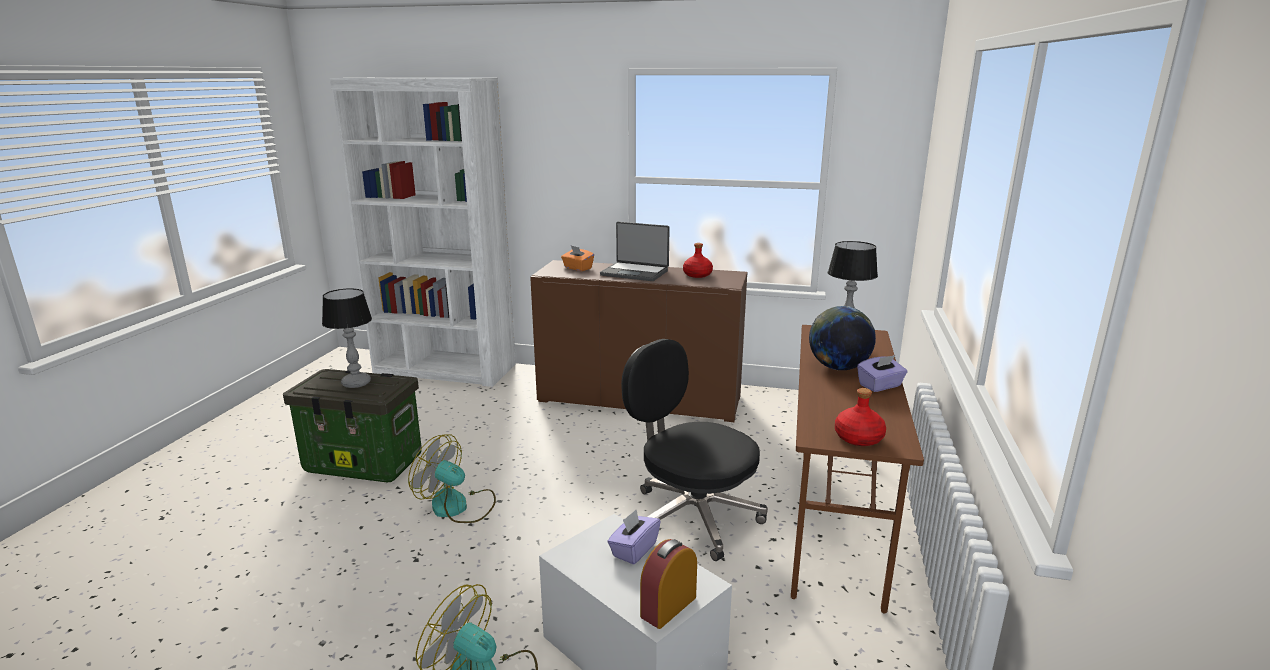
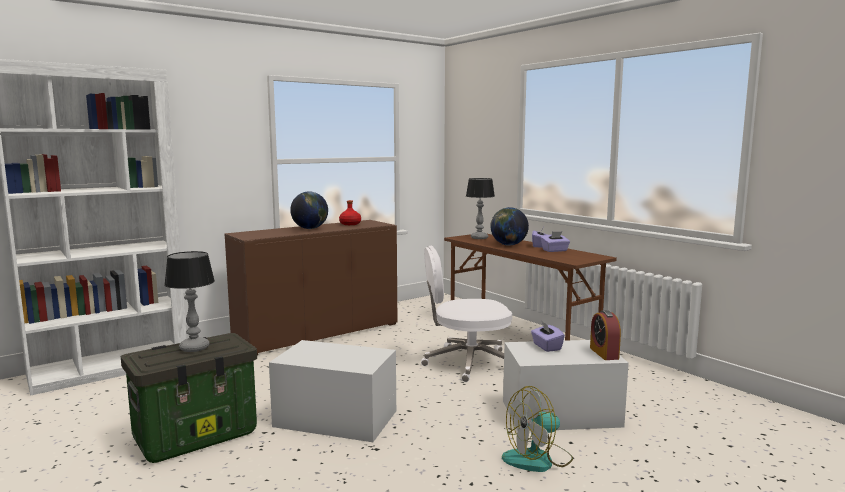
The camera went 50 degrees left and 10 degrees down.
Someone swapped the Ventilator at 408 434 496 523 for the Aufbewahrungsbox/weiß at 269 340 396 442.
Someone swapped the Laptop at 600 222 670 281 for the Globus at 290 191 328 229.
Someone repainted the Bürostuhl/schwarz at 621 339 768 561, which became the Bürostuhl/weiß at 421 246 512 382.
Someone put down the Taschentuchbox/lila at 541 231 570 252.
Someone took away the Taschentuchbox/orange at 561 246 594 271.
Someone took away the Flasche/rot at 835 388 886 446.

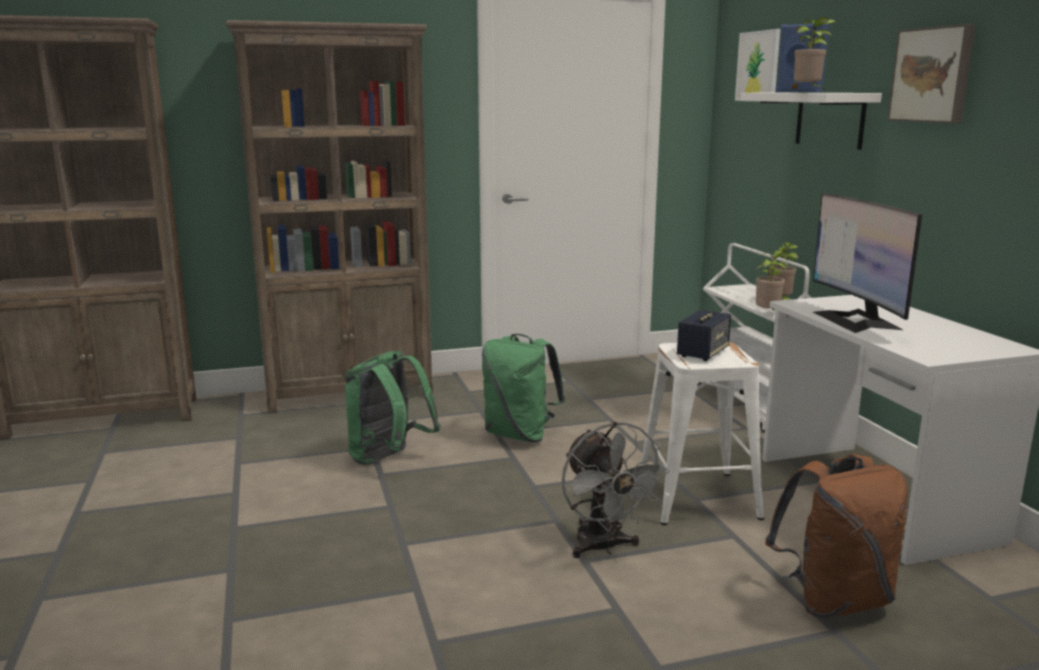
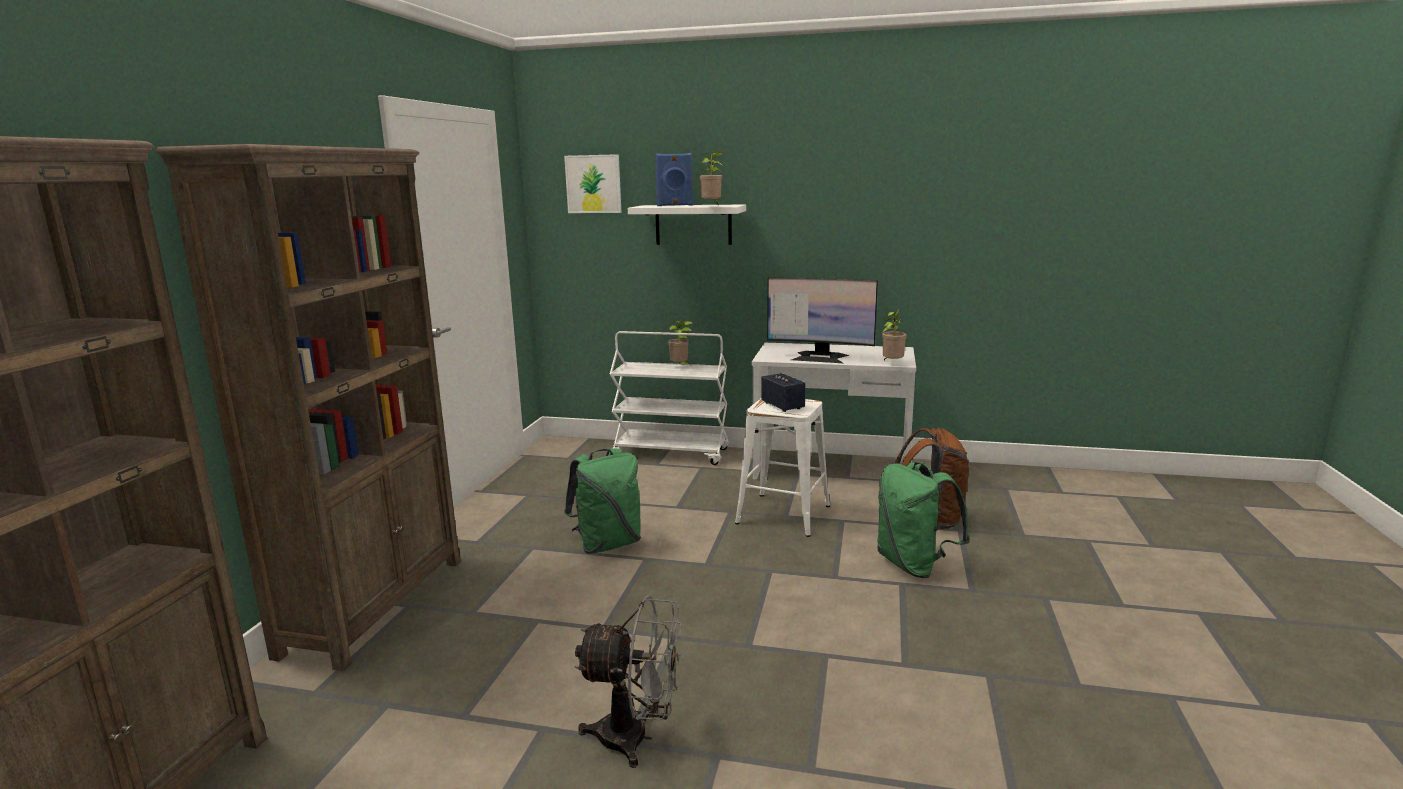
The camera went 60 degrees left and 0 degrees up.
Someone carried the Ventilator/grau from 562 421 669 558 to 574 596 682 768.
Someone carried the Rucksack/grün from 345 351 441 465 to 877 462 970 578.
Someone carried the Topfpflanze from 756 250 789 310 to 882 309 907 361.
Someone took away the Bild at 888 24 976 123.

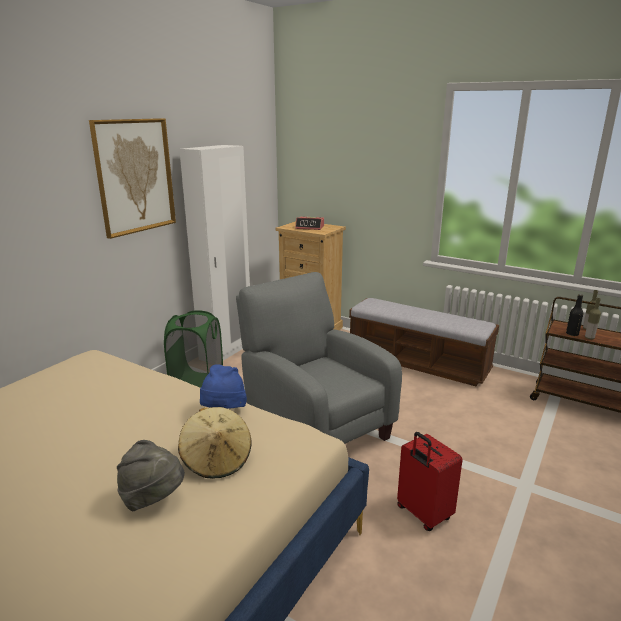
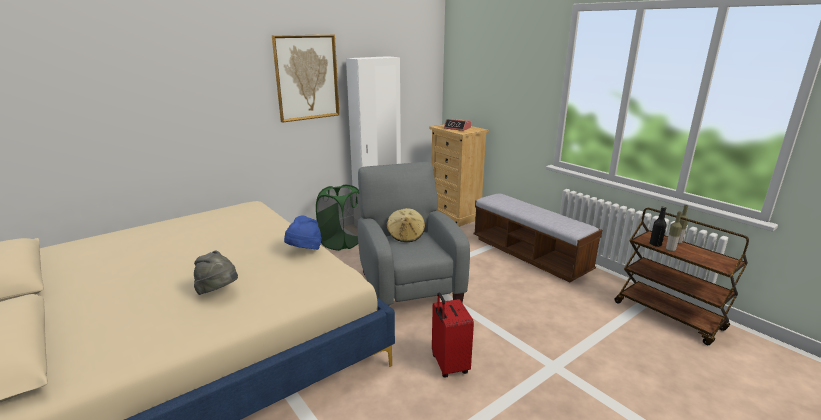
The camera went 20 degrees right and 0 degrees up.
Someone carried the Hut/beige from 178 407 252 479 to 386 208 425 242.

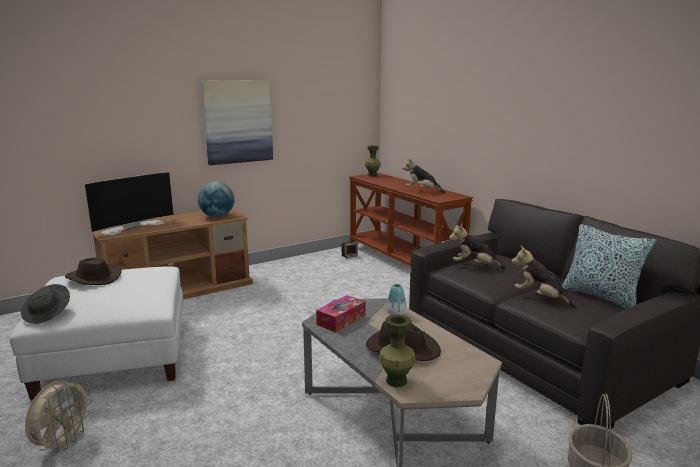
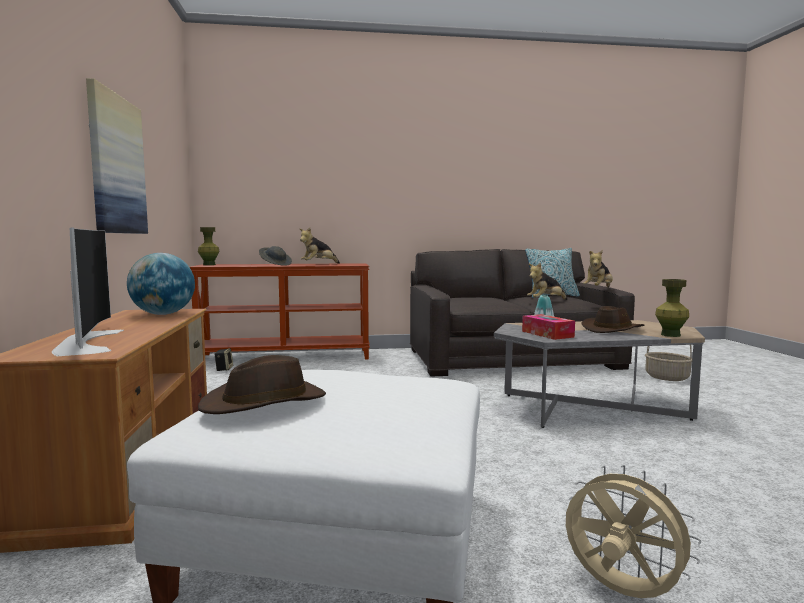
The camera went 65 degrees left and 10 degrees down.
Someone carried the Hut/grau from 21 284 70 324 to 259 246 292 266.
Someone carried the Plüschtier from 449 223 506 269 to 583 250 613 287.

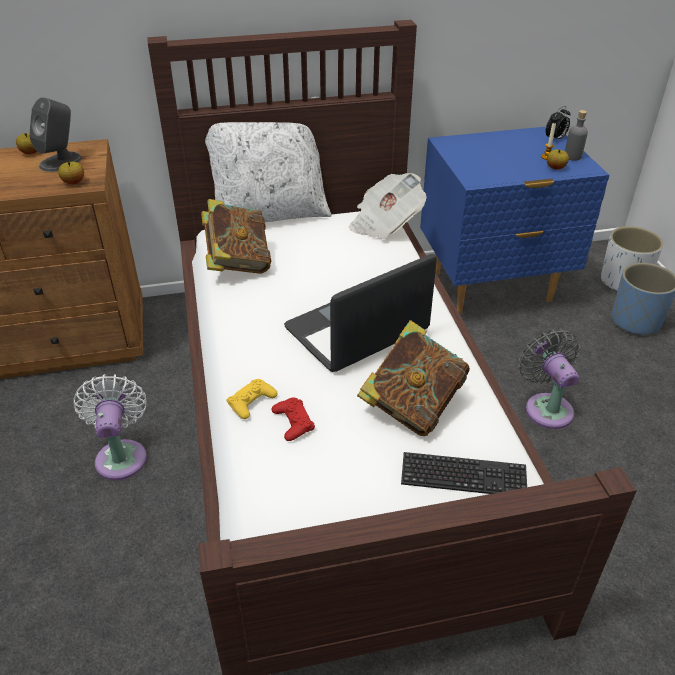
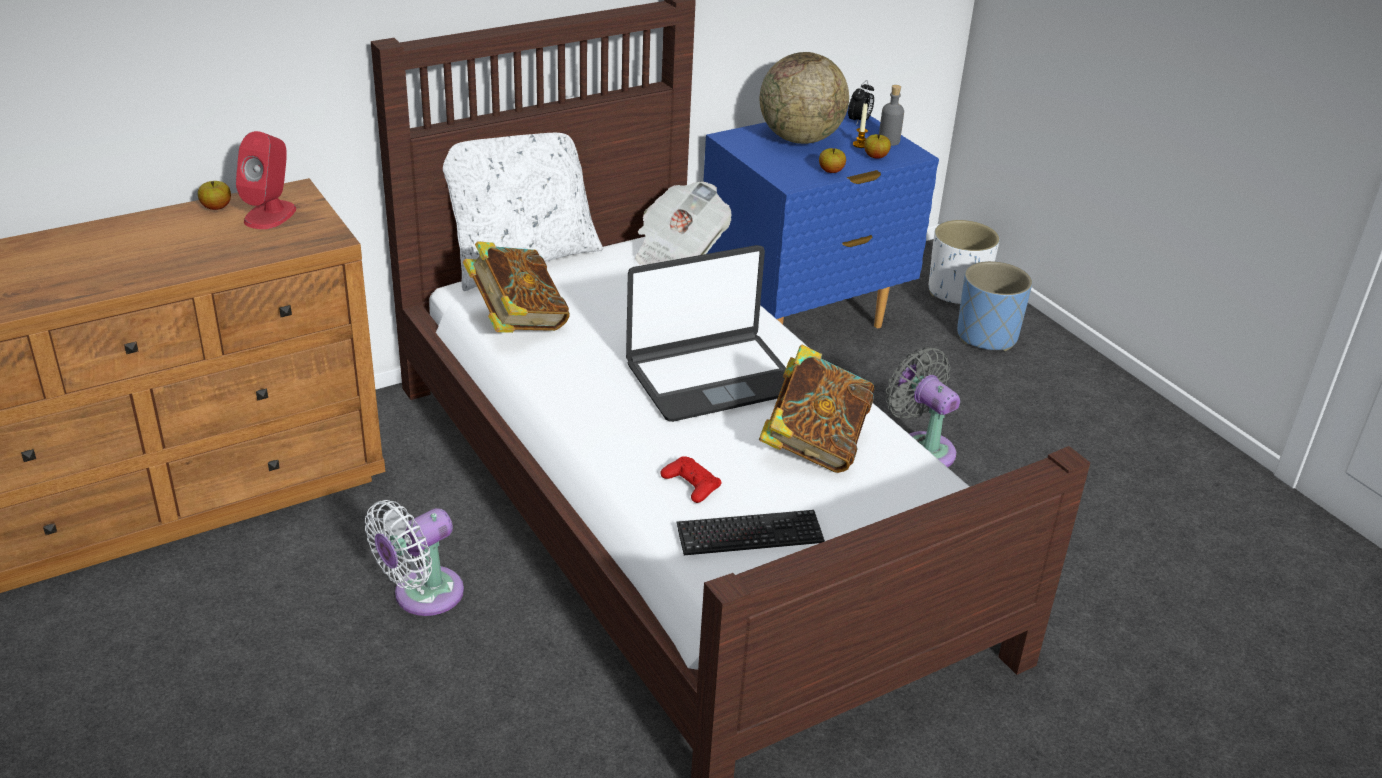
The camera went 20 degrees left and 5 degrees down.
Someone repainted the Lautsprecher/grau at 29 97 82 172, which became the Lautsprecher/rot at 236 131 296 229.
Someone rotated the Ventilator/weiß at 74 374 147 480 by 105 degrees counterclockwise.
Someone rotated the Laptop at 284 254 437 372 by 150 degrees counterclockwise.
Someone carried the Tastatur from 401 452 527 494 to 677 510 825 555.
Someone put down the Globus at 760 52 849 144.
Someone carried the Apfel from 58 162 84 184 to 819 148 846 173.
Someone took away the Gamepad/gelb at 226 379 278 419.

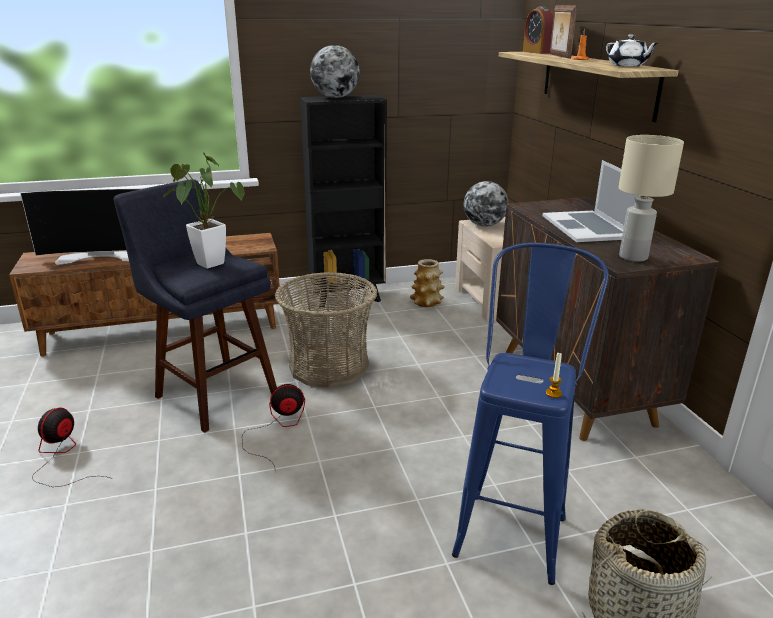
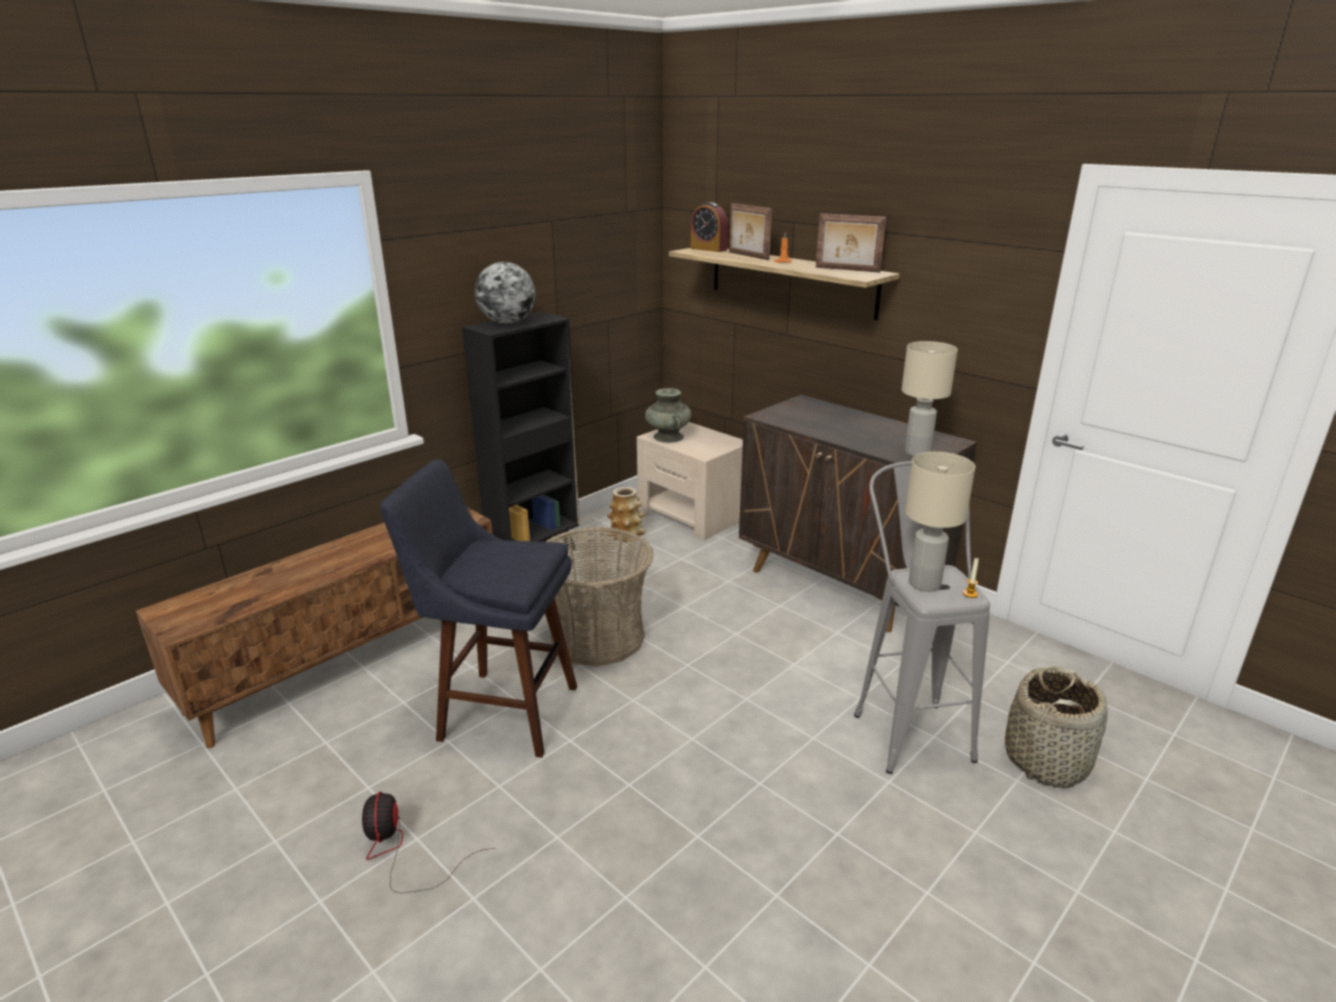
The camera went 30 degrees left and 0 degrees up.
Someone swapped the Globus at 464 181 509 227 for the Vase/türkis at 645 388 691 443.
Someone swapped the Teekanne/weiß at 606 34 658 66 for the Bilderrahmen at 816 213 886 273.
Someone repainted the Hocker/blau at 452 243 609 585, which became the Hocker/grau at 854 461 990 774.
Someone put down the Tischlampe/beige at 905 452 975 592.
Someone took away the Fernseher at 20 189 140 265.
Someone took away the Topfpflanze at 163 152 245 269.
Someone took away the Ventilator at 242 384 305 472.
Someone took away the Laptop at 542 160 639 242.

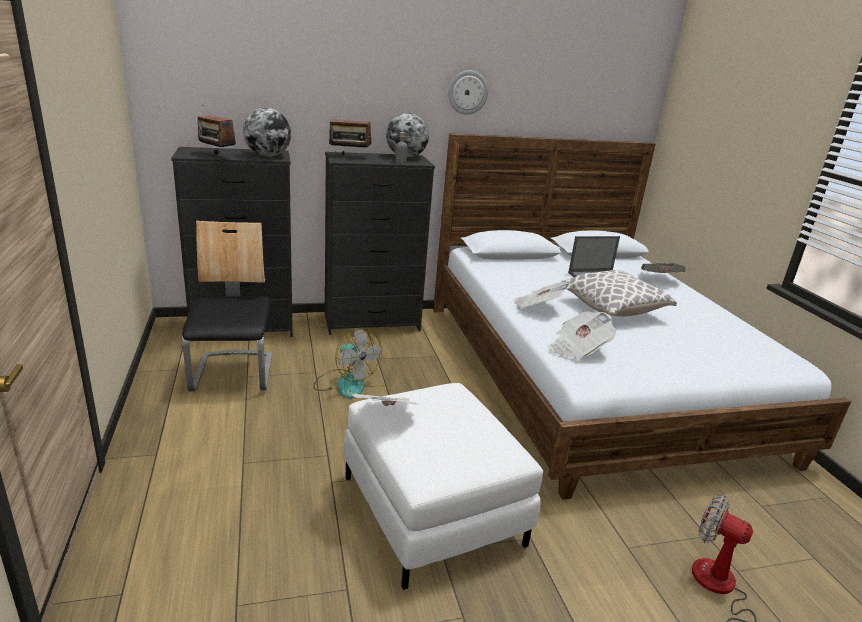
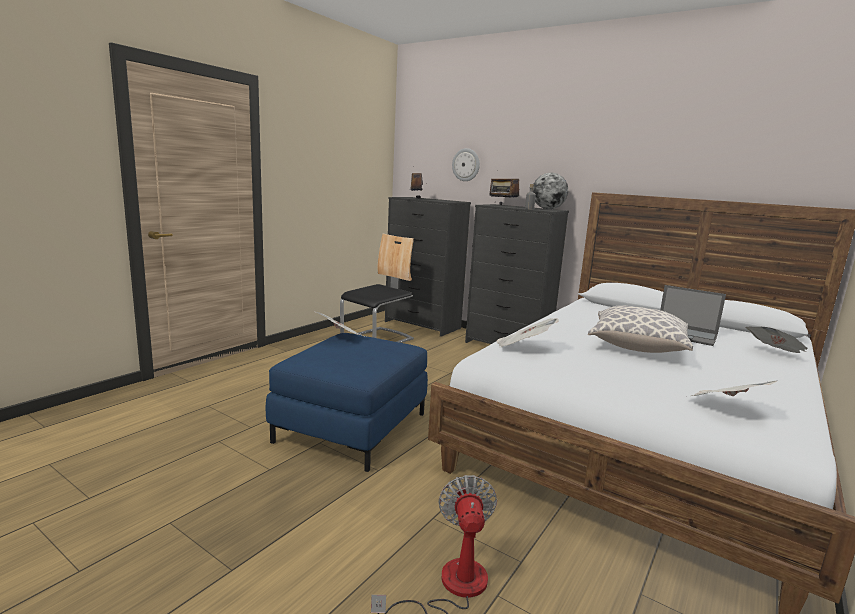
The camera went 50 degrees right and 10 degrees down.
Someone repainted the Polsterhocker/weiß at 344 383 543 590, which became the Polsterhocker/blau at 266 333 428 472.
Someone carried the Wanduhr from 448 70 488 115 to 452 148 480 181.
Someone carried the Zeitung from 514 282 570 309 to 692 381 777 396.
Someone took away the Globus at 243 108 291 157.
Someone took away the Ventilator at 313 328 382 399.

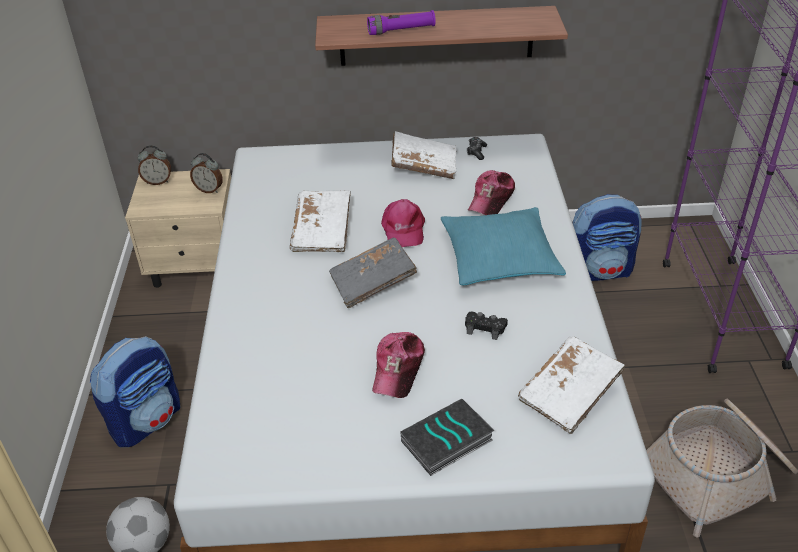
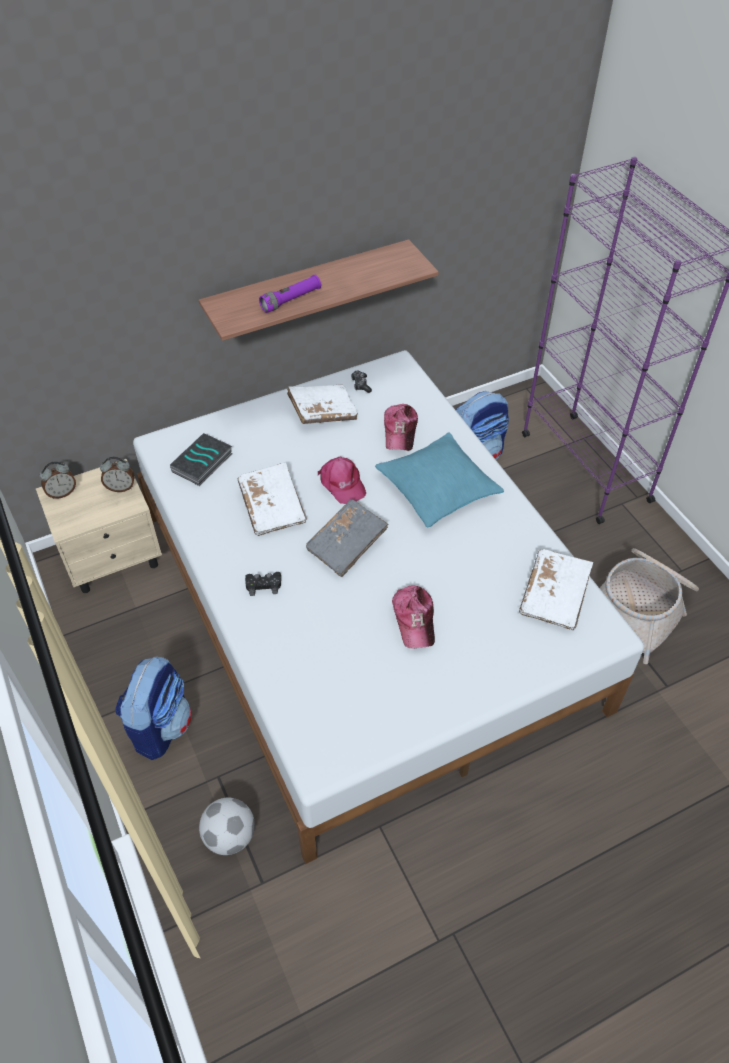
The camera went 25 degrees left and 10 degrees up.
Someone carried the Buch from 401 399 494 476 to 170 433 233 486.
Someone carried the Gamepad/schwarz from 465 312 508 340 to 245 572 281 596.

